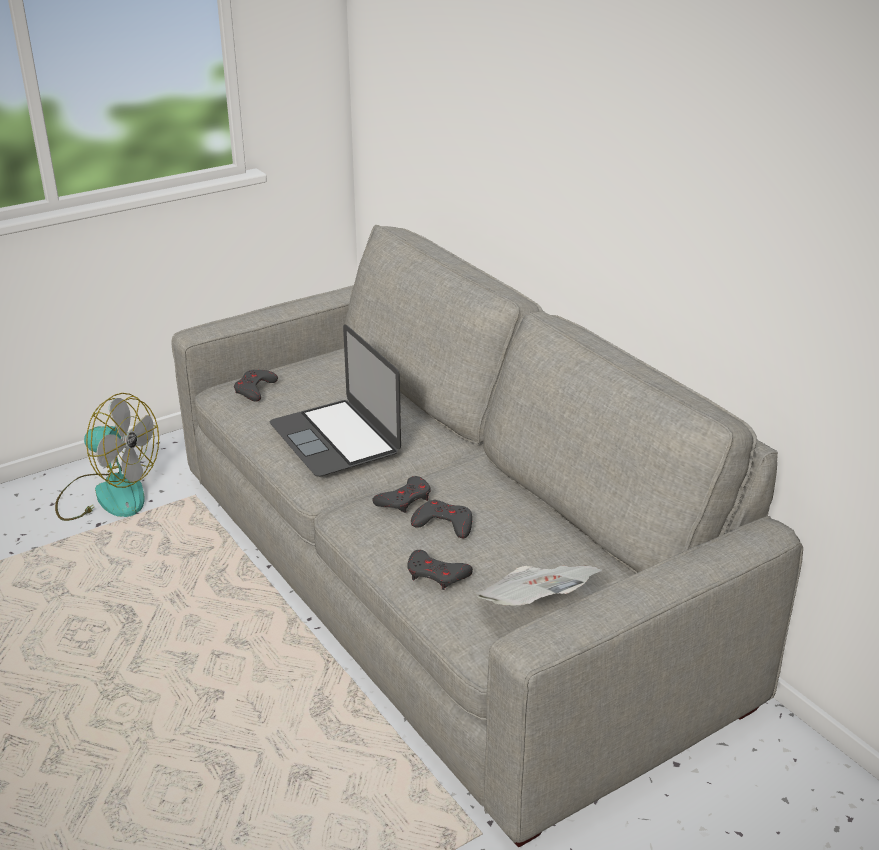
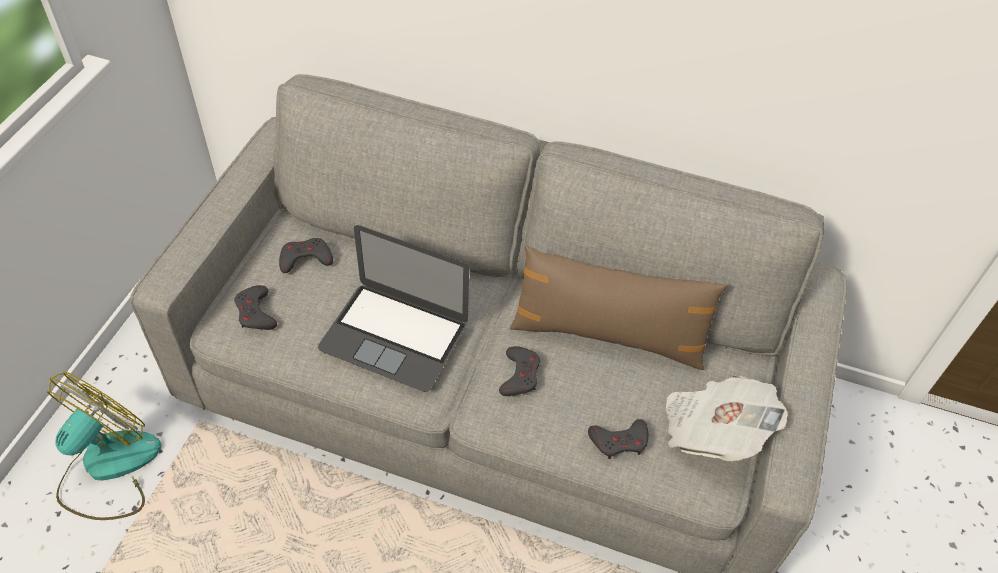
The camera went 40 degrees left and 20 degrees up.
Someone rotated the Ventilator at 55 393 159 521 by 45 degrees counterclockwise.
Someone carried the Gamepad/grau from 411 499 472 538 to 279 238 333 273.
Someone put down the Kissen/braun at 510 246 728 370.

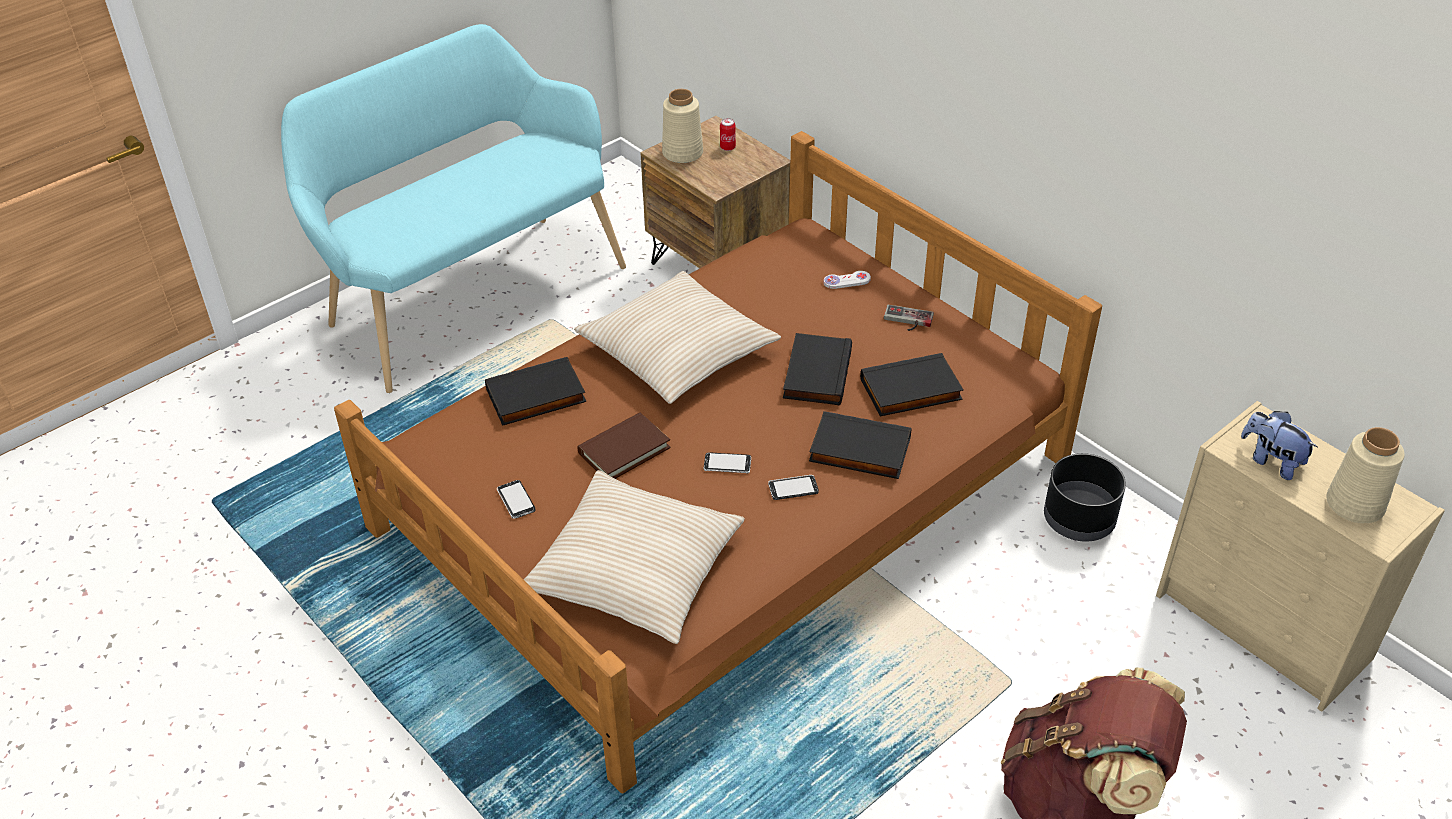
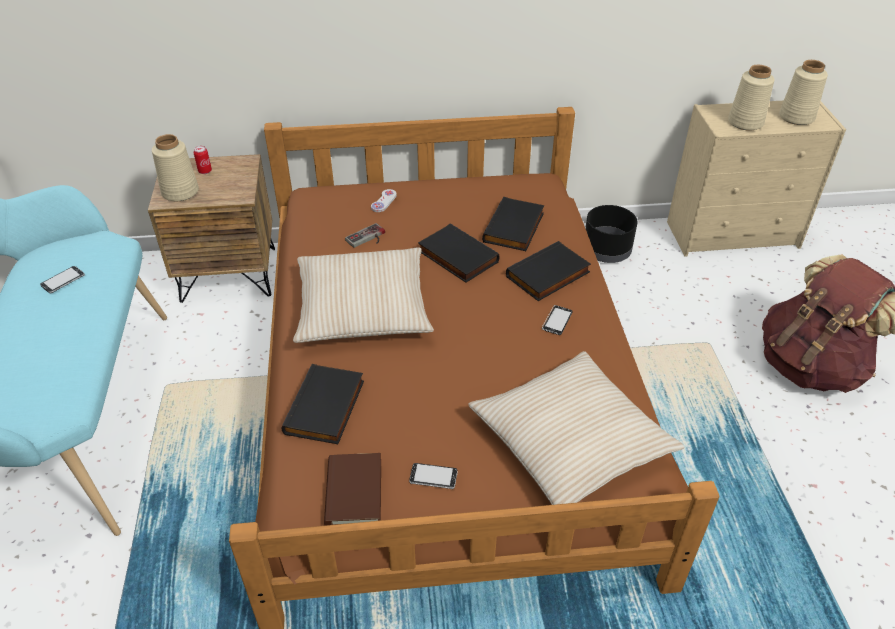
The camera went 55 degrees left and 0 degrees up.
Someone carried the Handy from 704 452 751 474 to 40 266 85 293.
Someone carried the Buch/braun from 577 413 671 479 to 324 453 381 526.
Someone carried the Gamepad from 884 305 934 331 to 345 223 385 248.
Someone swapped the Plüschtier at 1241 411 1318 480 for the Vase/beige at 728 65 774 131.

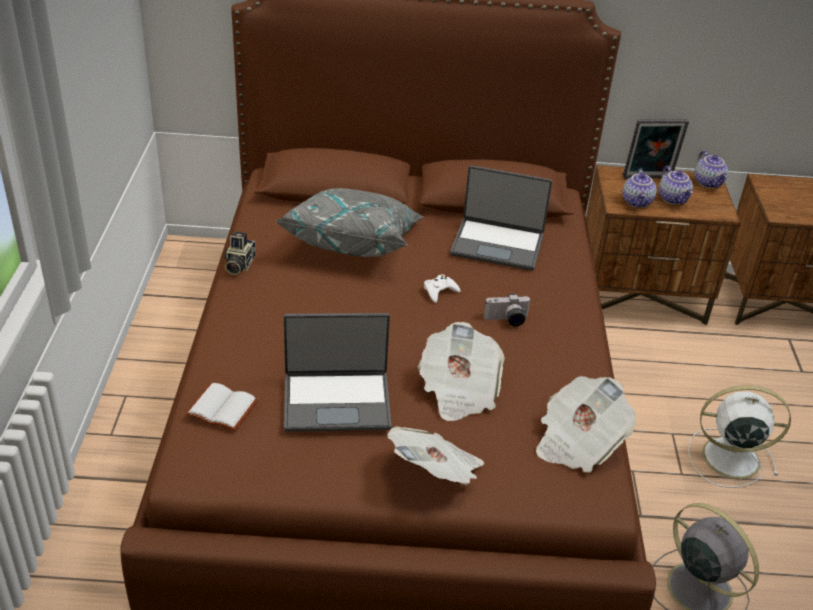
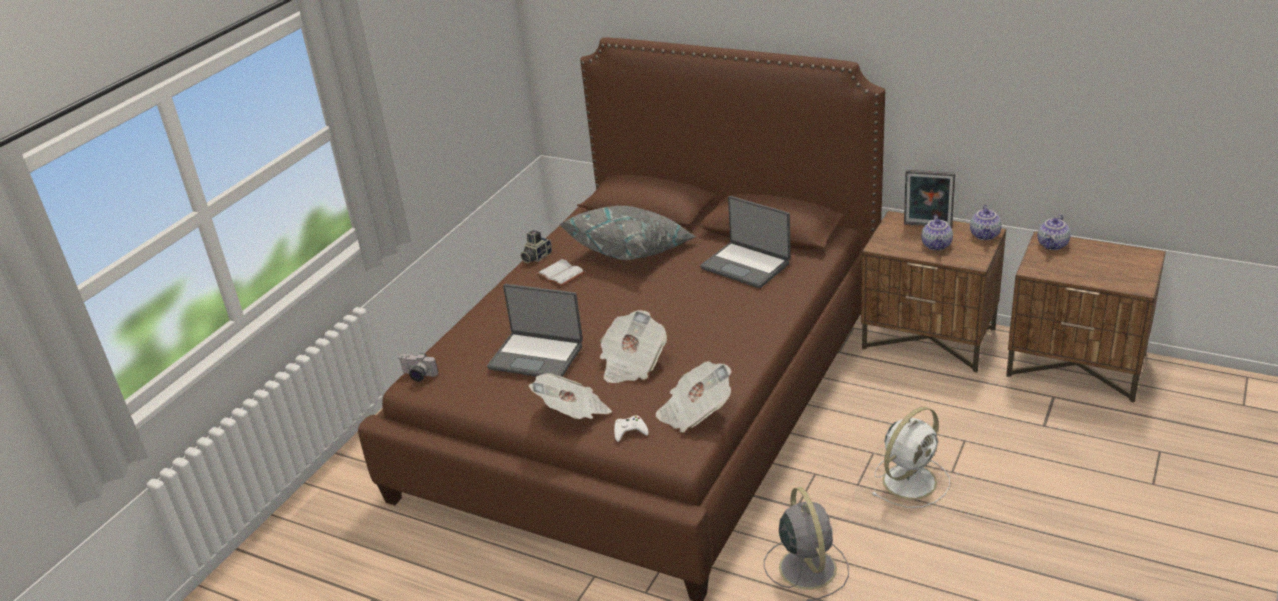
The camera went 30 degrees right and 5 degrees down.
Someone carried the Kamera from 484 294 530 327 to 399 353 438 382.
Someone carried the Buch/weiß from 185 383 259 431 to 536 259 586 287.
Someone carried the Gamepad/weiß from 424 274 460 303 to 614 415 649 442.
Someone rotated the Ventilator/weiß at 688 385 791 488 by 105 degrees clockwise.
Someone carried the Teekanne from 622 168 657 208 to 1037 214 1071 250.

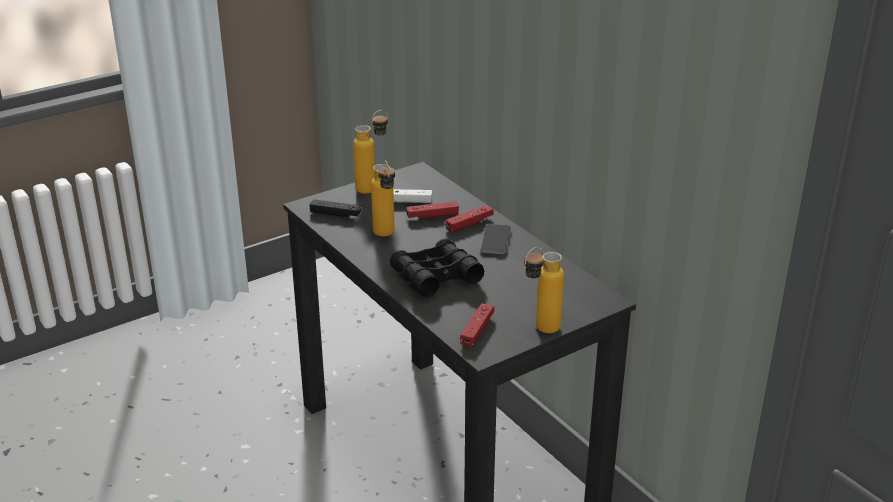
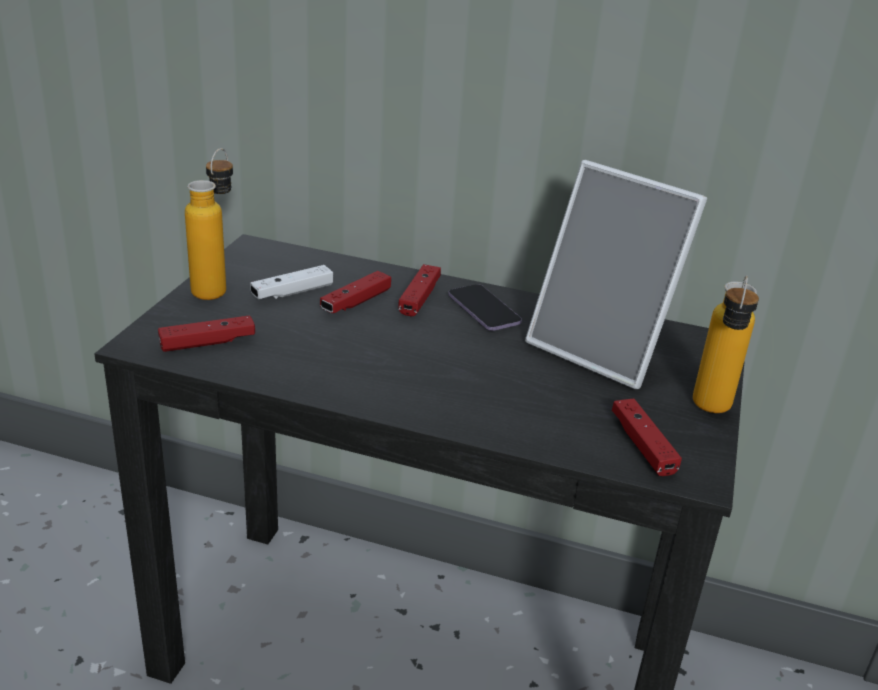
The camera went 40 degrees left and 0 degrees up.
Someone repainted the Gamepad/schwarz at 309 199 362 217, which became the Gamepad/rot at 158 315 255 352.
Someone put down the Bilderrahmen at 525 160 707 389.
Someone took away the Flasche at 371 161 395 236.
Someone took away the Fernglas/schwarz at 390 238 484 297.

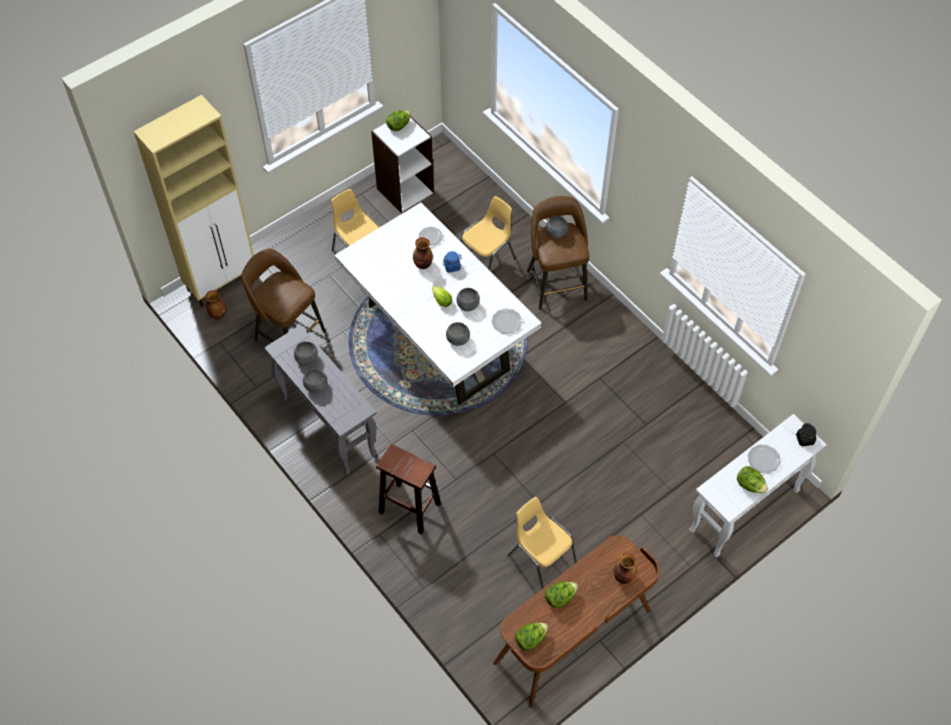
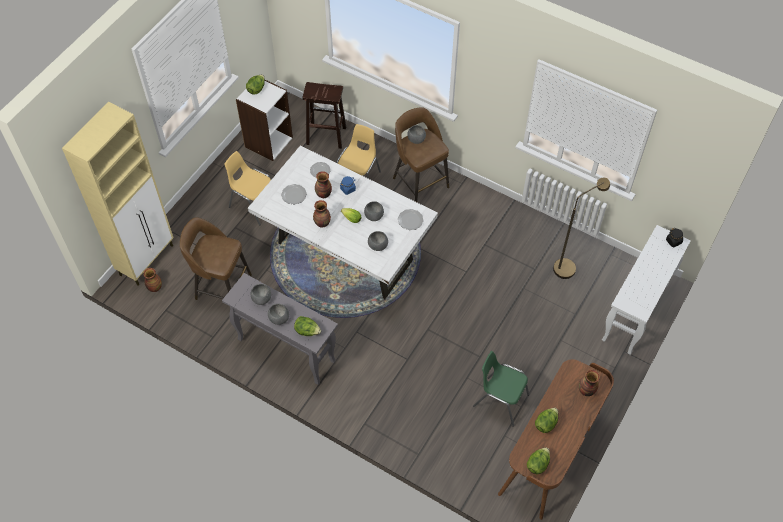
The camera went 20 degrees left and 0 degrees up.
Someone carried the Teller from 748 445 781 474 to 281 184 307 205.
Someone carried the Salatkopf from 737 466 768 493 to 294 316 321 336.
Someone carried the Hocker/braun from 376 444 441 535 to 302 82 346 149.
Someone put down the Vase at 313 200 331 227.
Someone repainted the Stuhl/gelb at 507 497 577 589, which became the Stuhl/grün at 473 351 529 427.
Someone put down the Stehlampe/braun at 553 178 610 279.

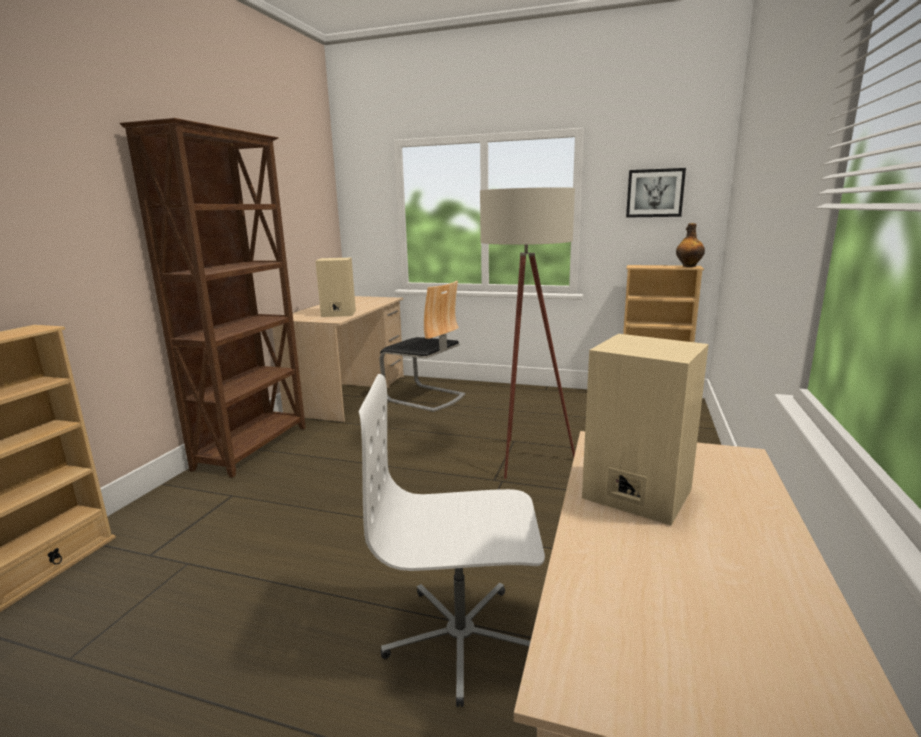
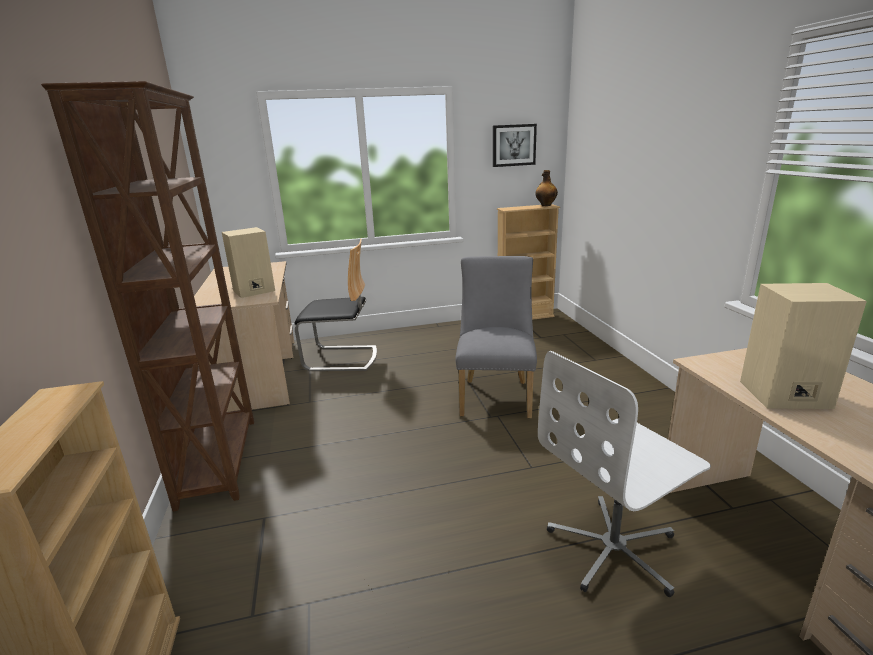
The camera went 30 degrees left and 5 degrees up.
Someone swapped the Stehlampe/beige at 480 187 575 479 for the Stuhl/grau at 455 256 537 419.

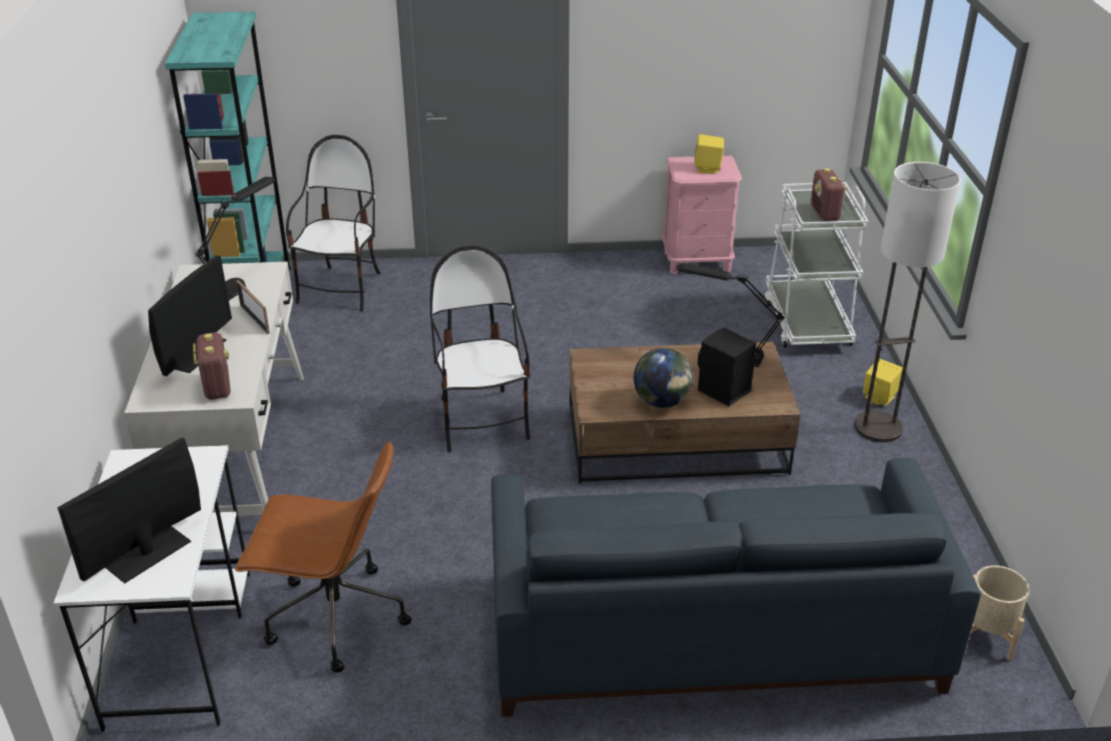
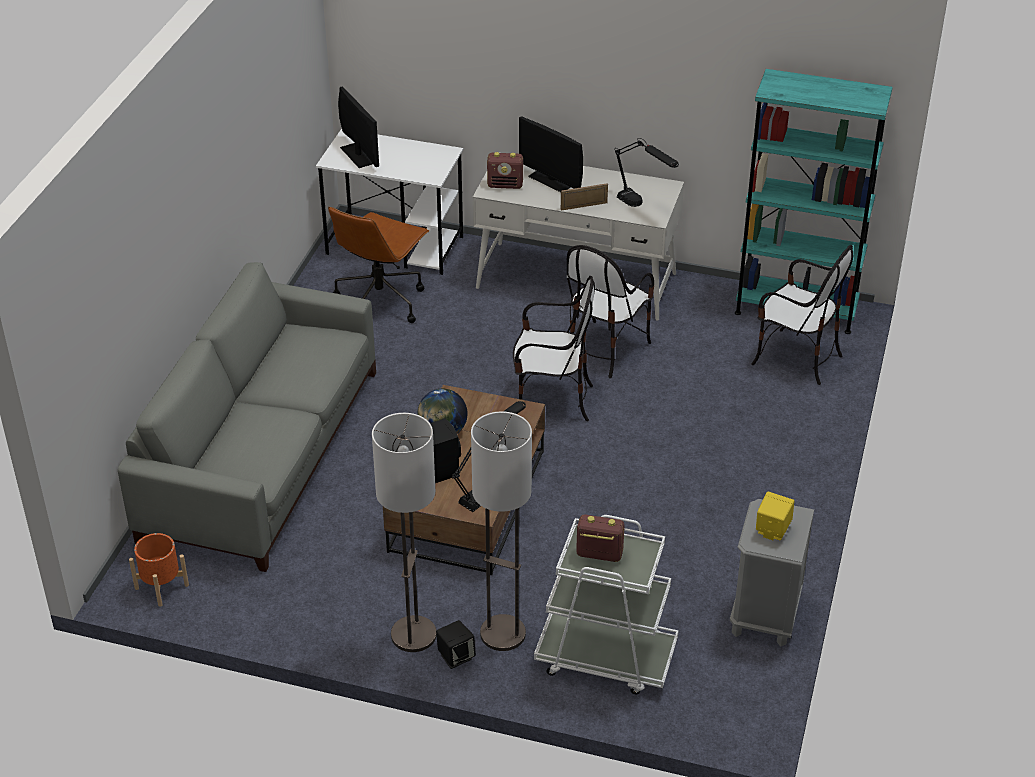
The camera went 110 degrees right and 5 degrees up.
Someone repainted the Sofa/blau at 491 458 981 717, which became the Sofa/grau at 118 262 376 572.
Someone repainted the Pflanzkübel/beige at 971 565 1030 660, which became the Pflanzkübel/orange at 129 533 189 607.
Someone repainted the Lautsprecher/gelb at 863 358 903 406, which became the Lautsprecher/schwarz at 436 620 476 669.
Someone put down the Stehlampe at 471 411 532 651.
Someone put down the Stuhl at 567 245 654 378.
Someone repainted the Nachttisch/rosa at 662 156 742 275, which became the Nachttisch/grau at 730 499 814 646.

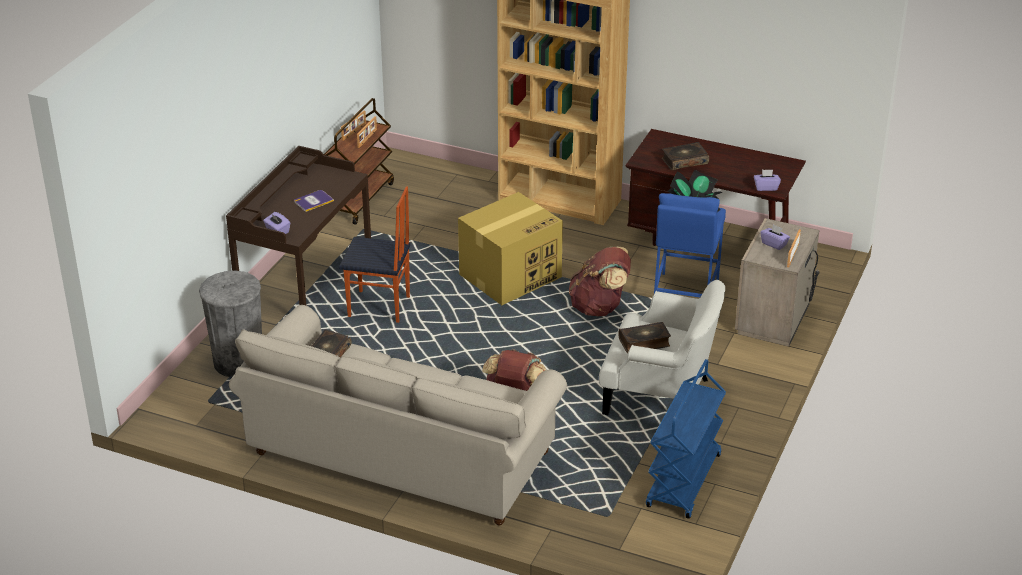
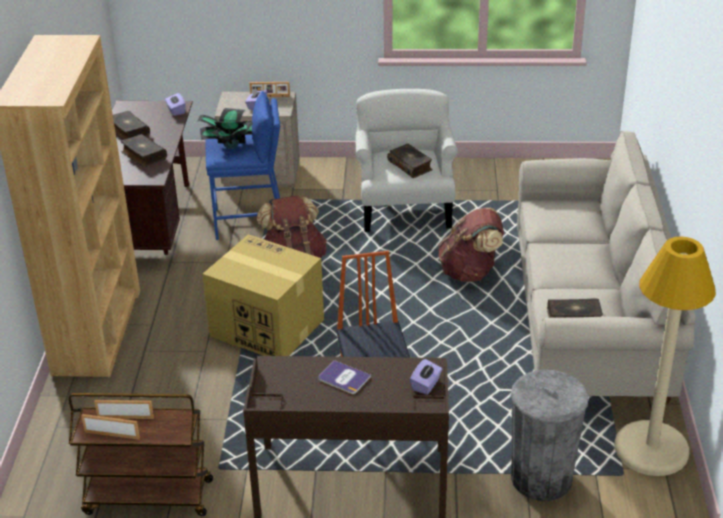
The camera went 110 degrees left and 0 degrees up.
Someone put down the Buch at 113 111 150 140.
Someone put down the Stehlampe/beige at 614 236 716 476.
Someone took away the Rollwagen/blau at 646 359 726 519.

